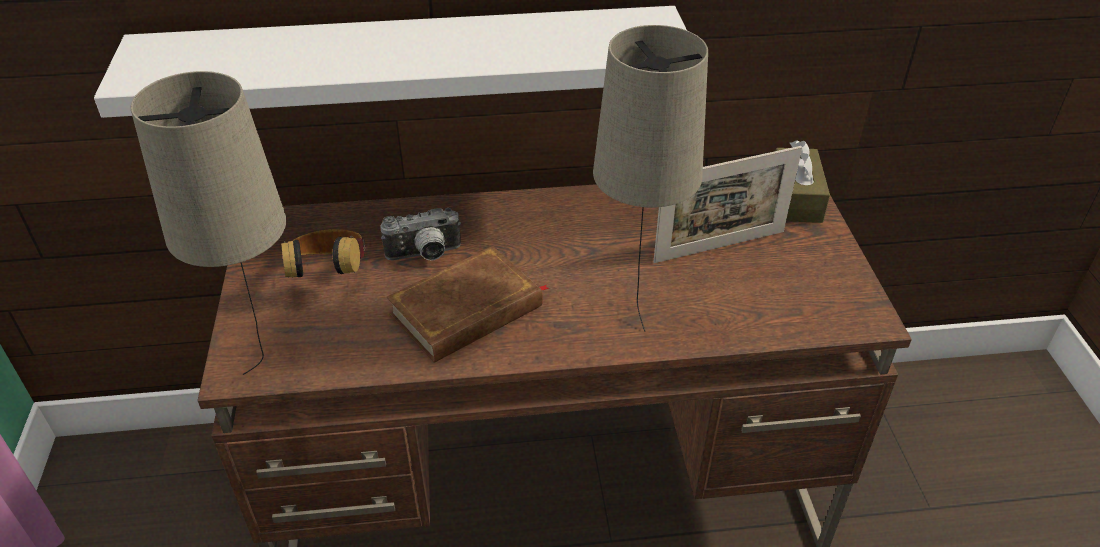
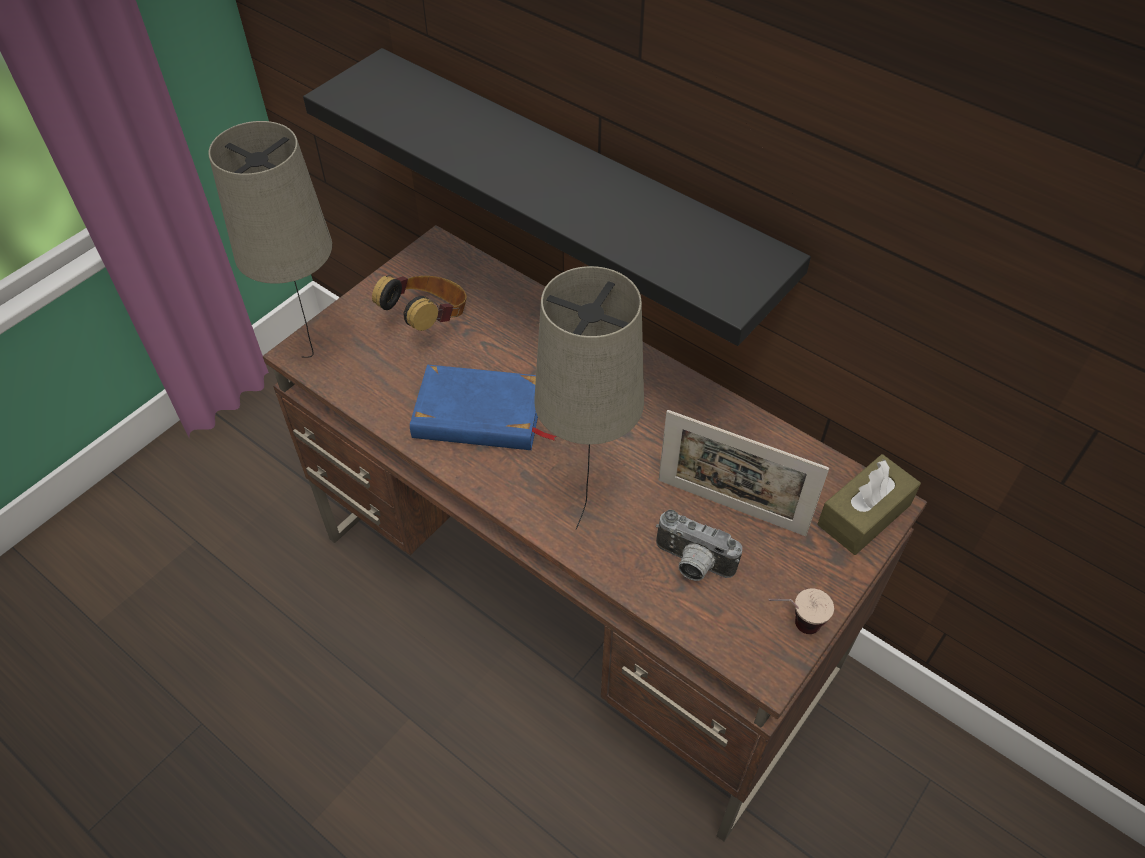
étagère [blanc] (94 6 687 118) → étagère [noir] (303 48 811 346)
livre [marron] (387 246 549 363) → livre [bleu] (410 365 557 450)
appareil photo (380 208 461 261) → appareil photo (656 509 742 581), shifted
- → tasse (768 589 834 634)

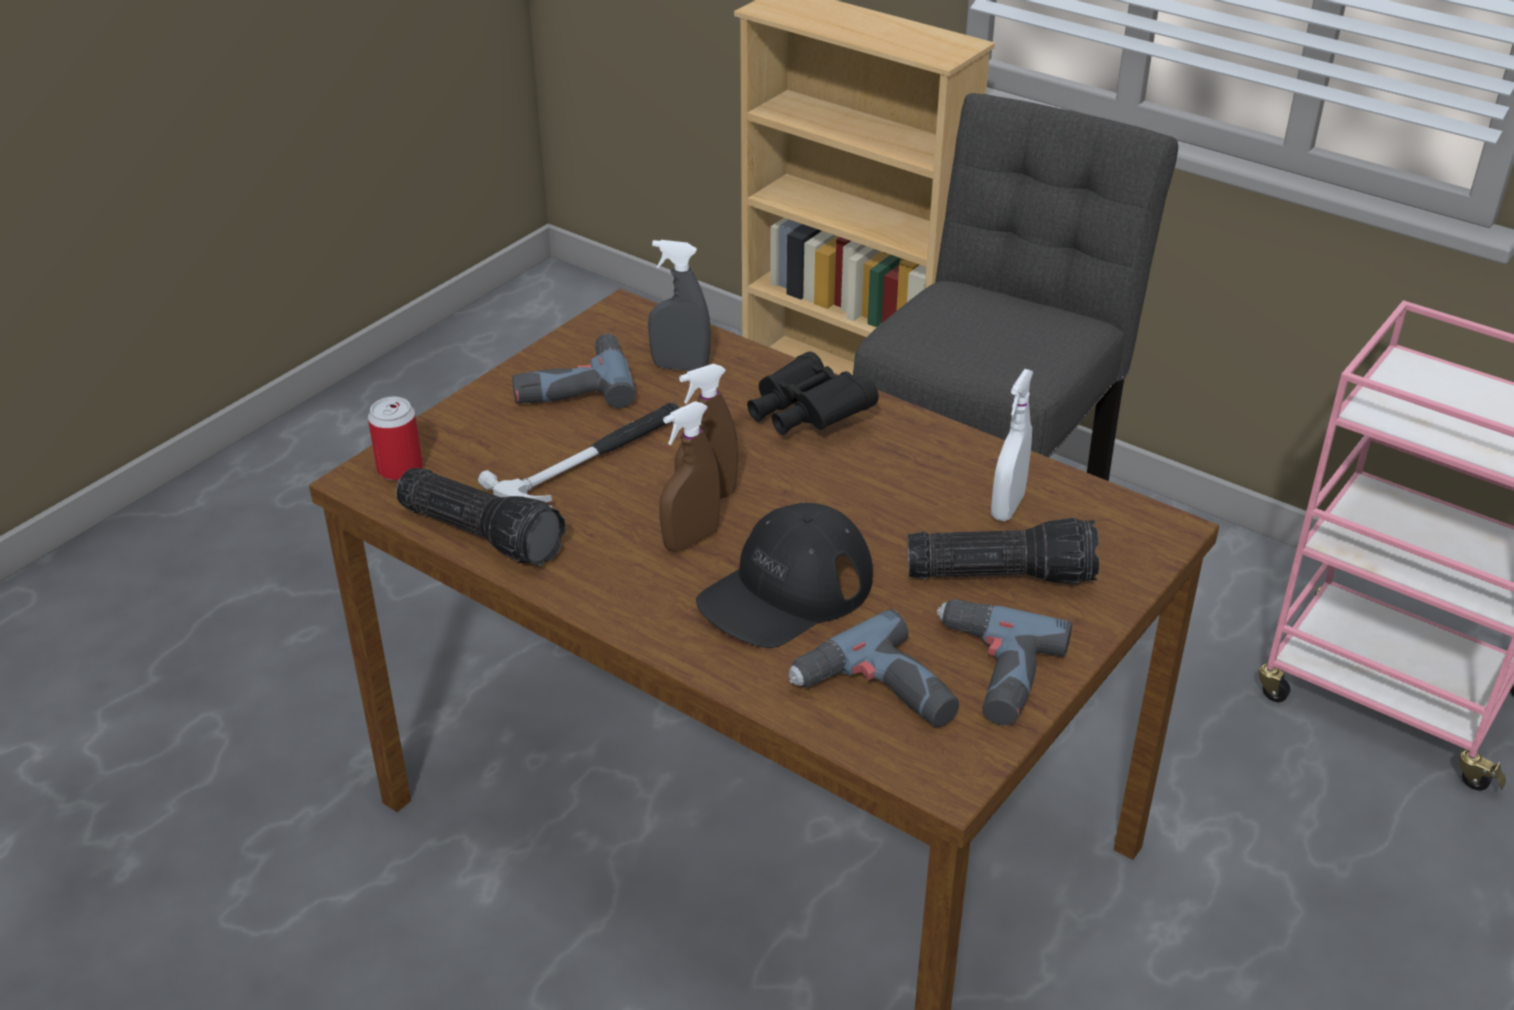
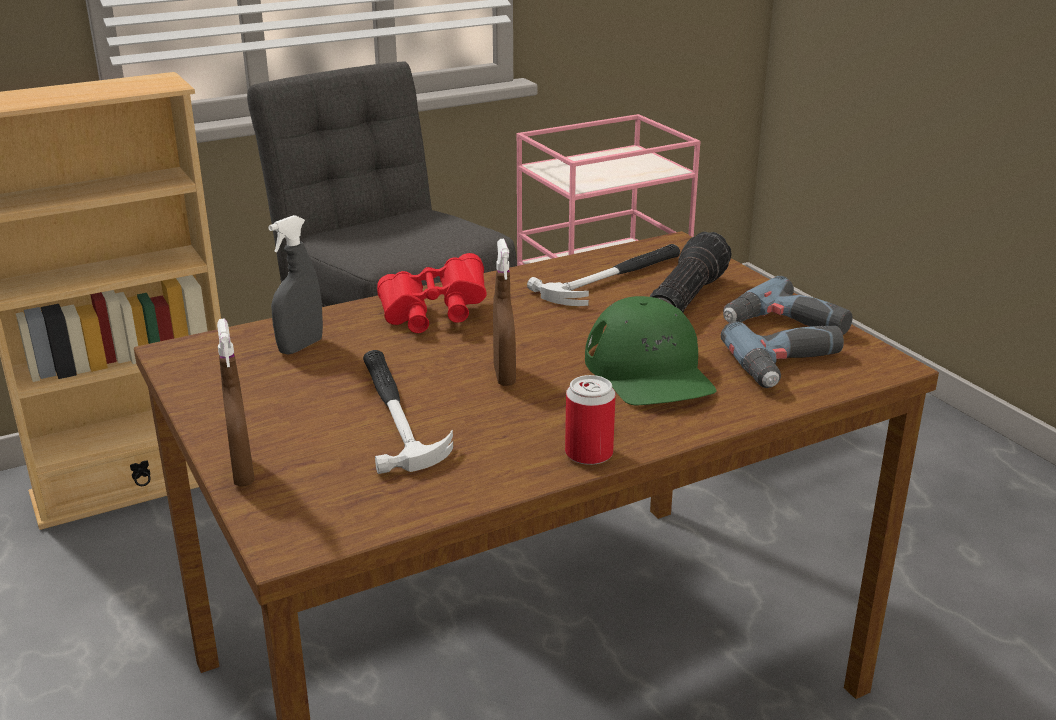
vaporisateur [marron] (660 401 720 552) → vaporisateur [marron] (217 318 255 487), shifted
jumelles [noir] (747 351 879 435) → jumelles [rouge] (377 253 487 333)
vaporisateur [blanc] (991 369 1033 521) → marteau (527 244 680 306)
boîte métallique (368 397 423 481) → boîte métallique (565 375 616 465), shifted
casquette [noir] (696 502 873 648) → casquette [vert] (585 296 717 405)
lampe de poche (396 468 566 566) → -
perceuse (512 334 636 408) → -

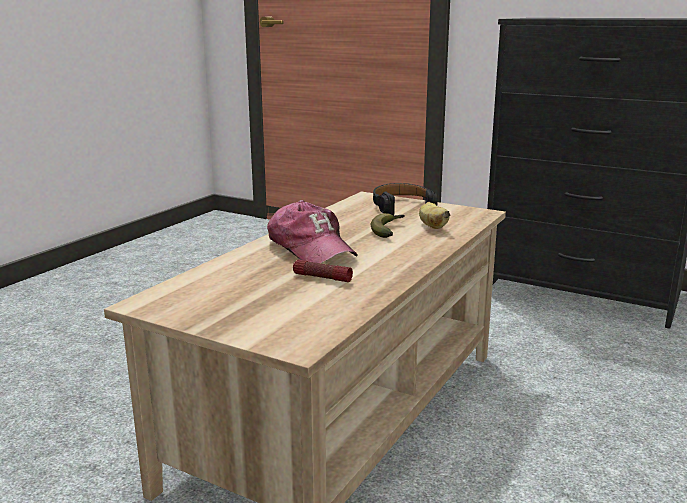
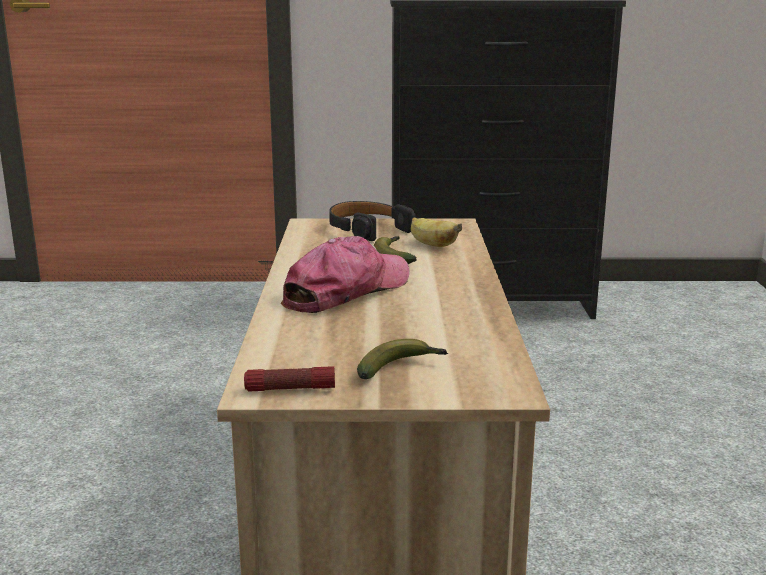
lampe de poche (293 259 353 282) → lampe de poche (244 366 335 392), shifted
casquette (267 200 358 263) → casquette (281 236 410 313), 75 degrees counterclockwise
- → banane (357 339 448 379)

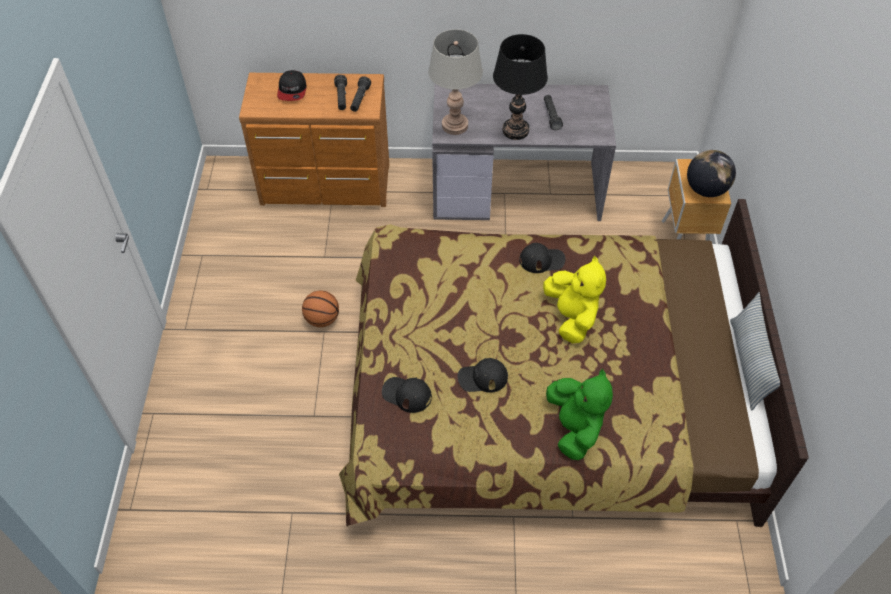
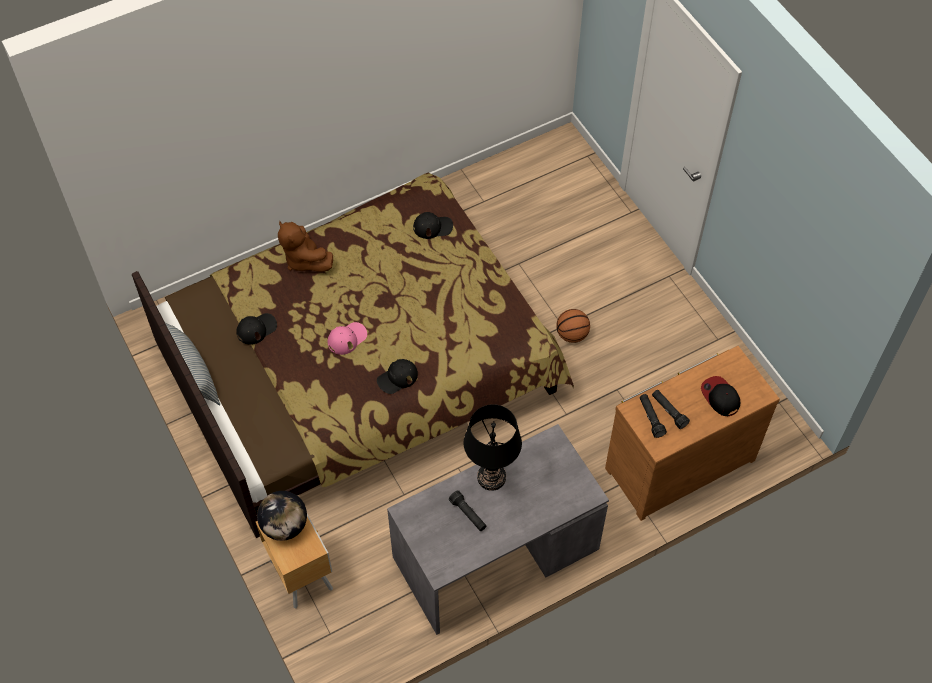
casquette [noir] (458 358 508 393) → casquette [noir] (236 313 277 345), shifted
peluche [vert] (546 369 613 460) → peluche [marron] (278 221 333 272)
peluche [jaune] (543 256 606 343) → casquette [rose] (328 322 367 355)
lampe de table [gris] (428 29 483 135) → -

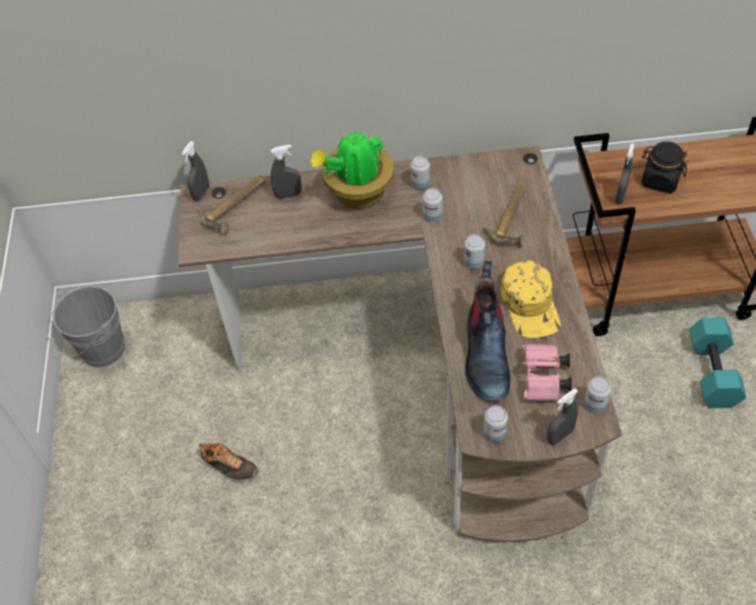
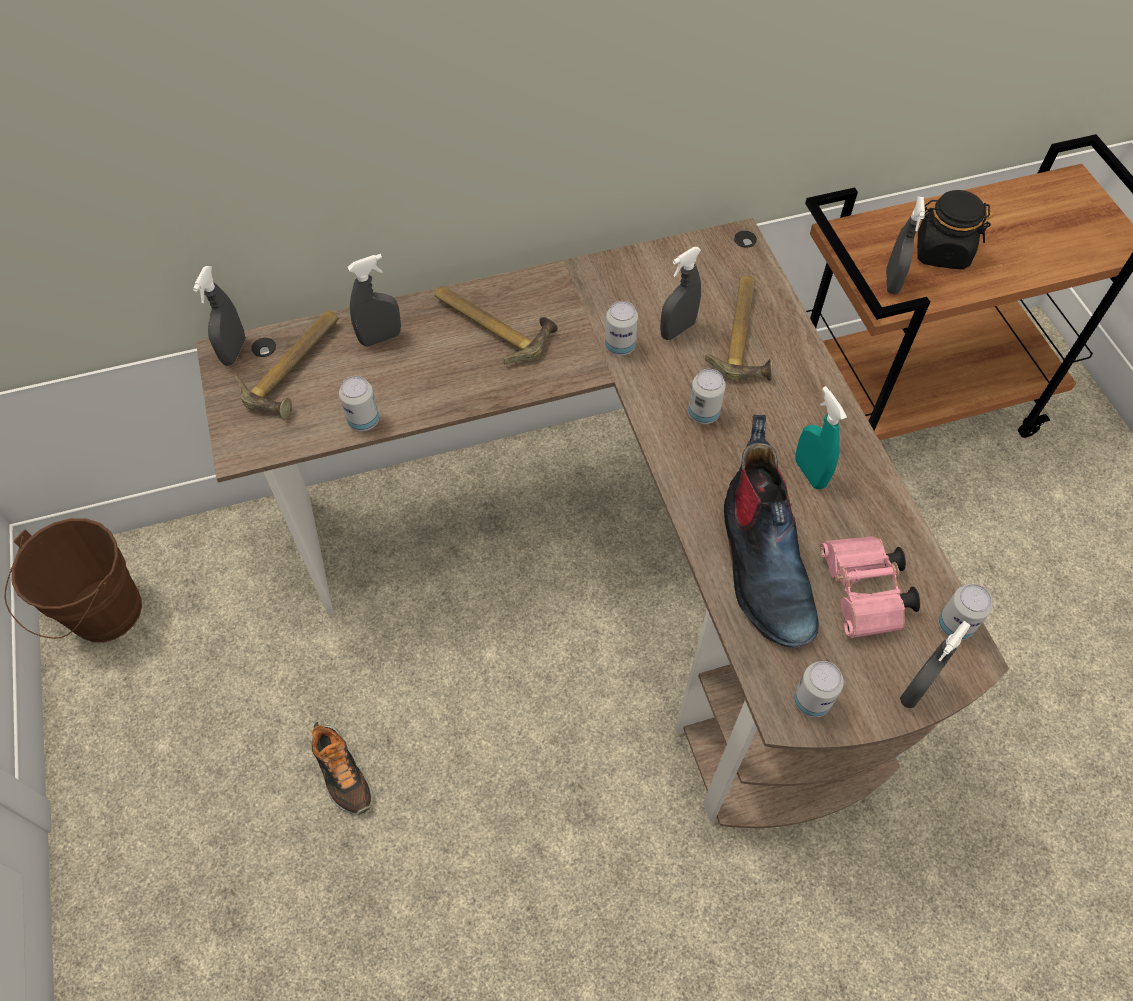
seau [gris] (46 285 125 368) → seau [marron] (5 518 142 642)
chaussure (199 443 258 482) → chaussure (312 722 373 814), 45 degrees clockwise
boîte métallique (411 156 430 189) → boîte métallique (339 376 379 431), shifted
plante en pot (310 129 394 209) → marteau (434 286 558 364)
- → vaporisateur [gris] (660 247 701 340)
casquette [jaune] (501 260 561 338) → vaporisateur [turquoise] (795 386 847 489)
haltère [turquoise] (689 317 747 408) → -

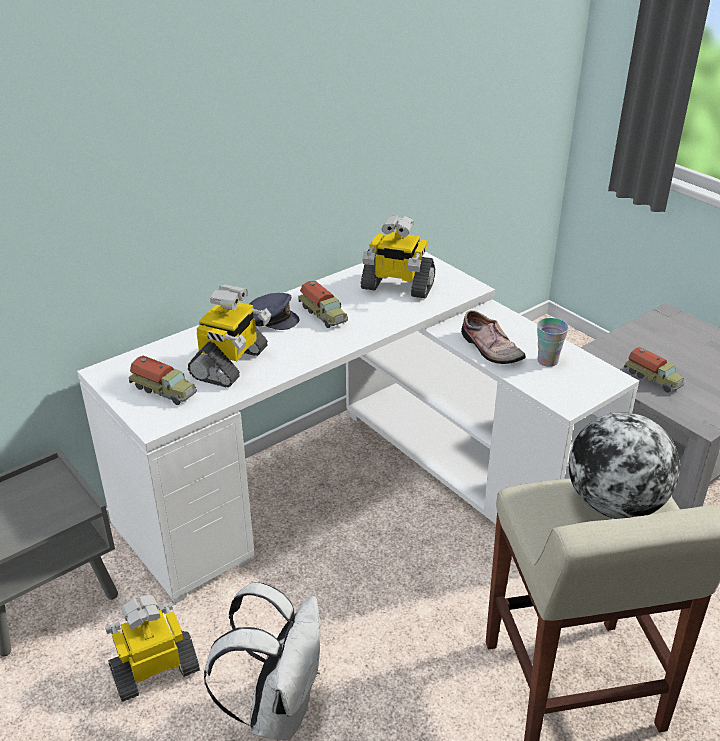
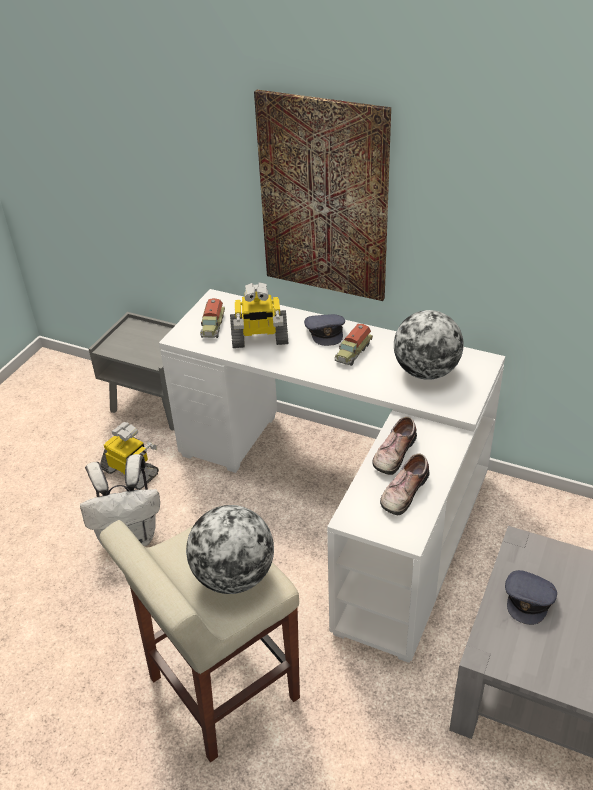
- → tableau (254 90 391 301)
tasse (537 318 569 367) → chaussure (380 453 429 515)
robot jouet (361 215 435 299) → globe (394 310 464 380)
camion jouet (624 347 685 393) → casquette [gris] (505 570 557 625)

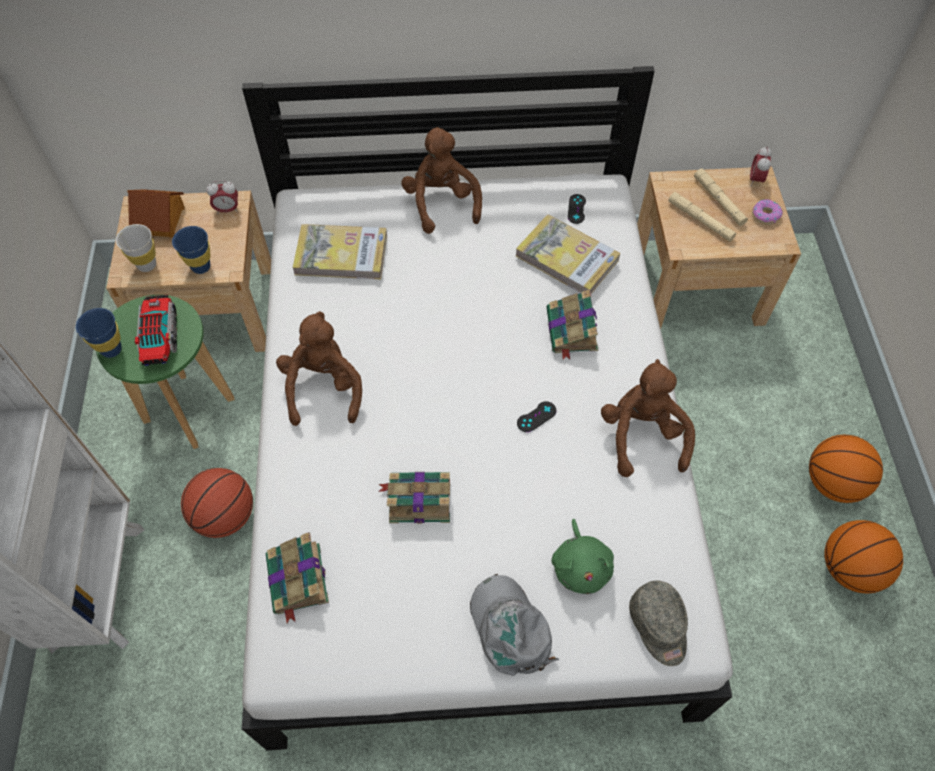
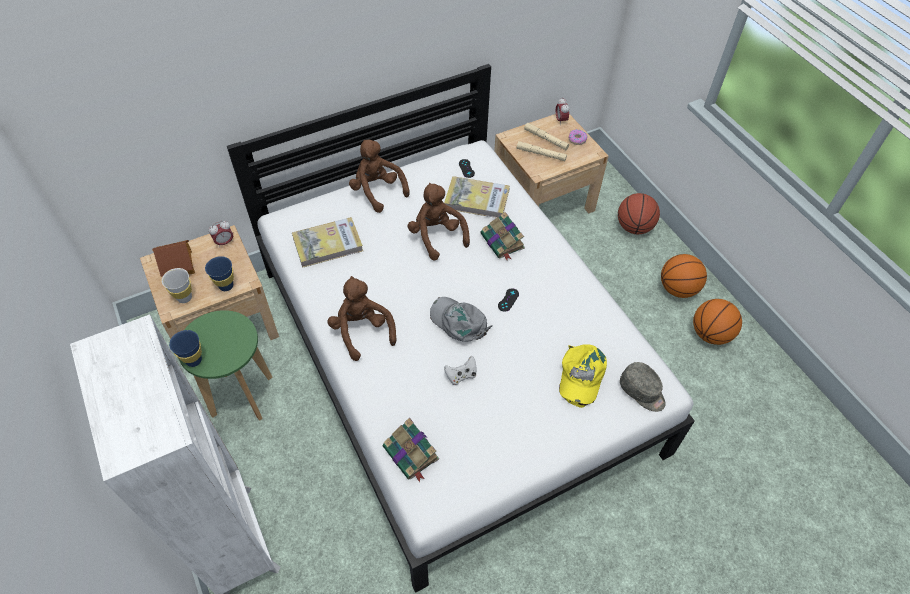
peluche [marron] (601 359 695 477) → peluche [marron] (407 183 470 261), shifted
casquette [gris] (470 574 559 676) → casquette [gris] (430 297 493 342), shifted
livre (378 472 450 524) → manette [blanc] (444 356 476 385)
peluche [vert] (552 519 614 594) → casquette [jaune] (559 344 607 408)
ballon de basket (181 468 253 538) → ballon de basket (618 193 660 234), shifted
camion jouet (135 295 177 366) → -

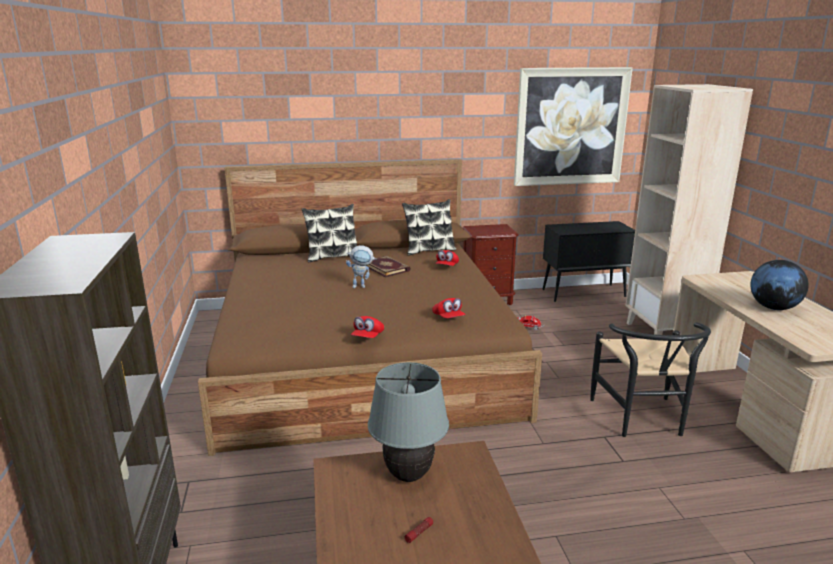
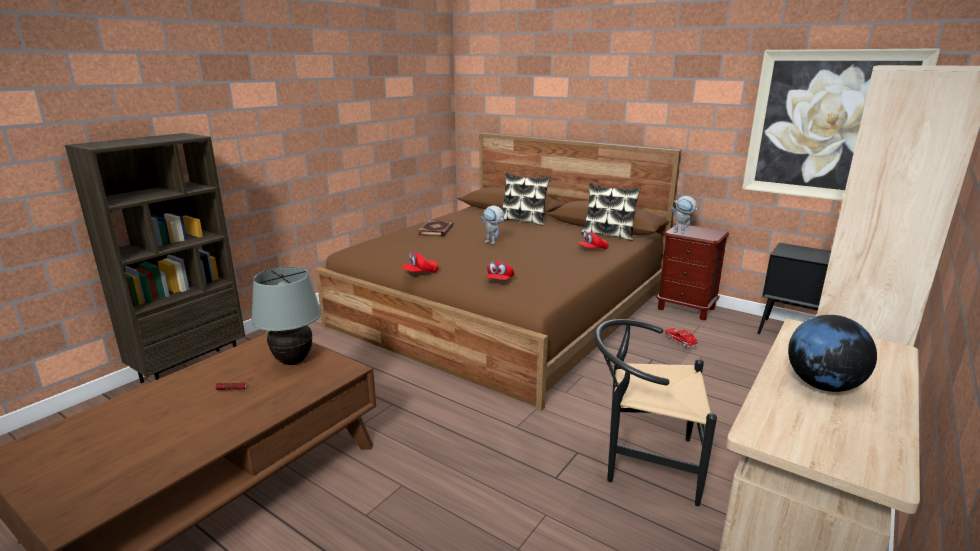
livre (366 256 411 277) → livre (418 220 454 236), shifted
chaise [noir] (590 322 711 437) → chaise [noir] (594 319 717 506), 60 degrees clockwise
- → robot jouet (671 196 699 234)

